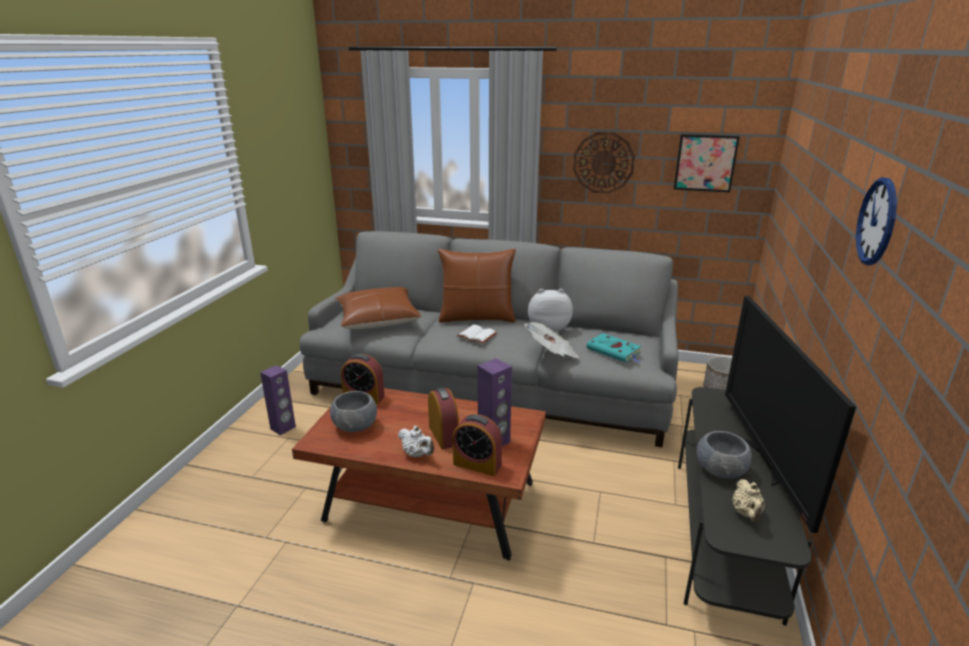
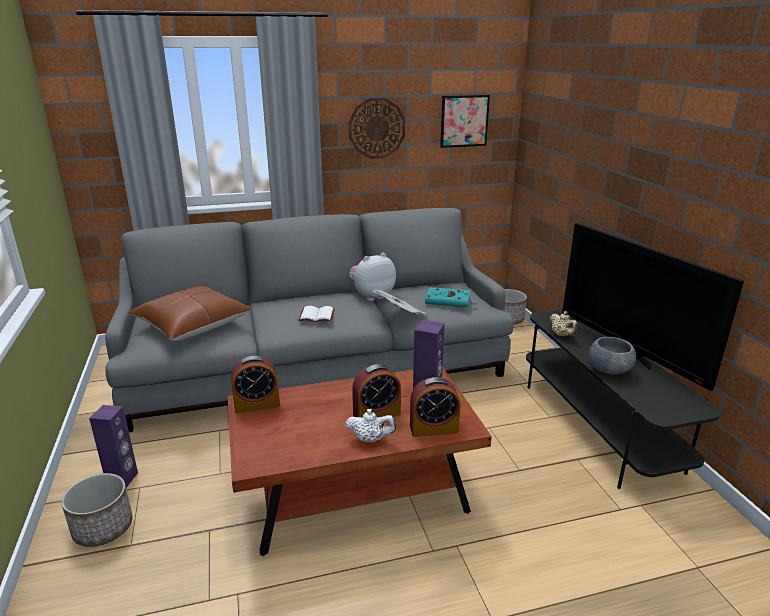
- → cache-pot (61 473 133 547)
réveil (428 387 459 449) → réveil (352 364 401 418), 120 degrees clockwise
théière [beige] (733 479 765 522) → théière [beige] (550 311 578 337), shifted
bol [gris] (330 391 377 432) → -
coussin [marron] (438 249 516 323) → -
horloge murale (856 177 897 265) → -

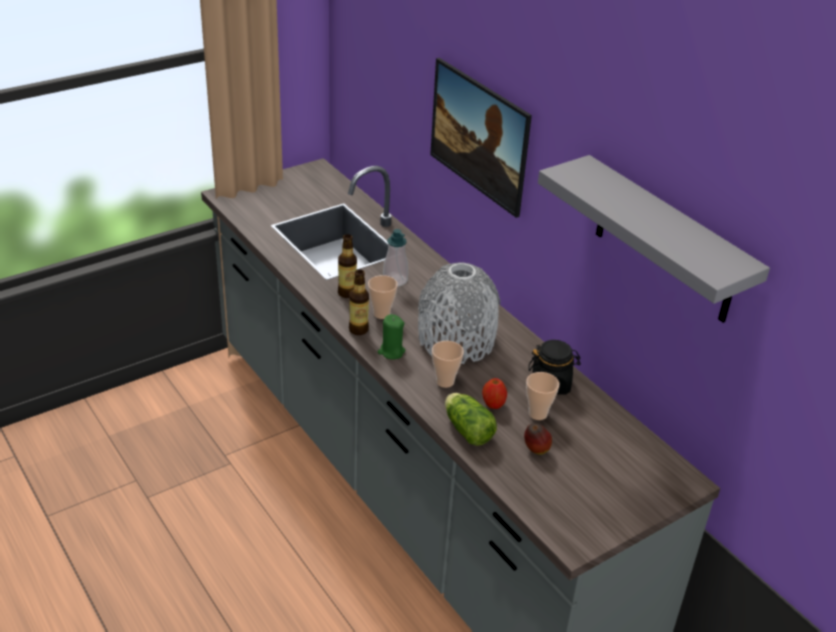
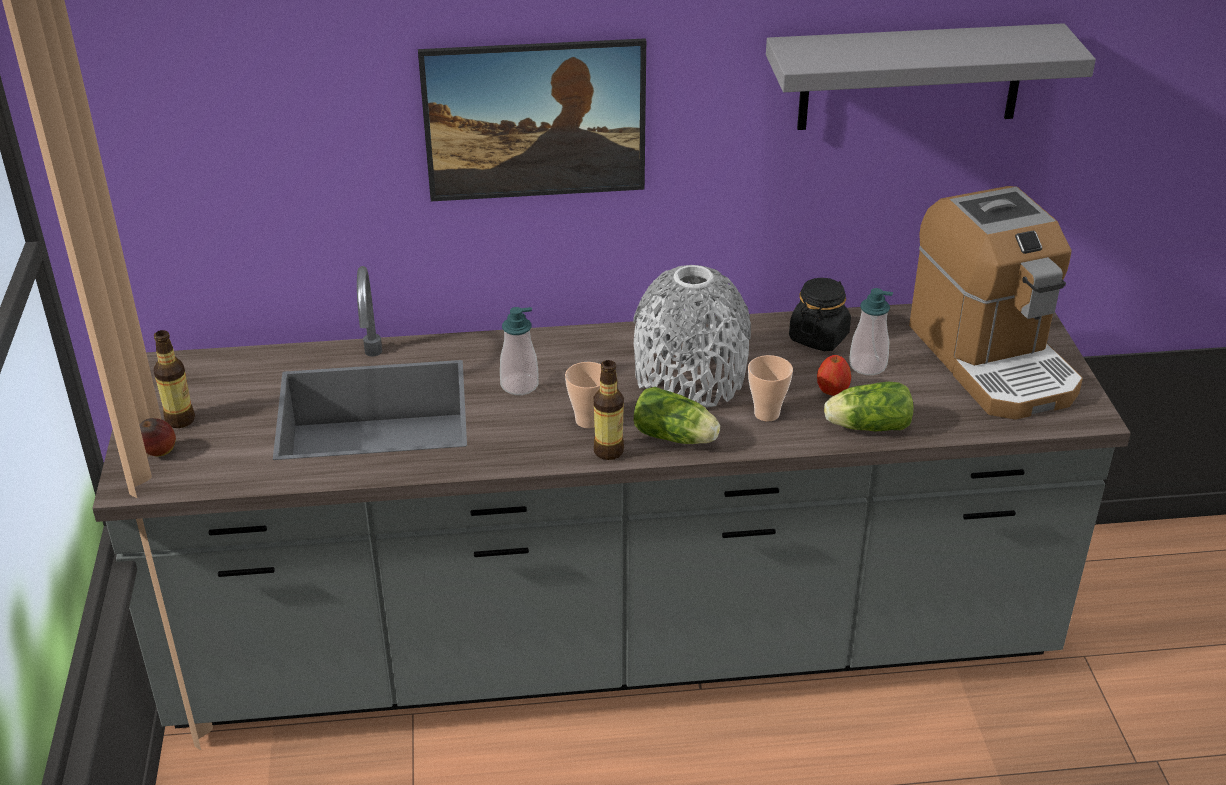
pomme (524 423 552 455) → pomme (139 418 176 456), shifted
bouteille (338 234 357 298) → bouteille (154 330 195 428), shifted
bougie [vert] (378 314 405 359) → laitue (634 387 720 444)
tasse (526 372 559 420) → distributeur de savon (849 288 893 375)
- → machine à café (909 186 1083 420)

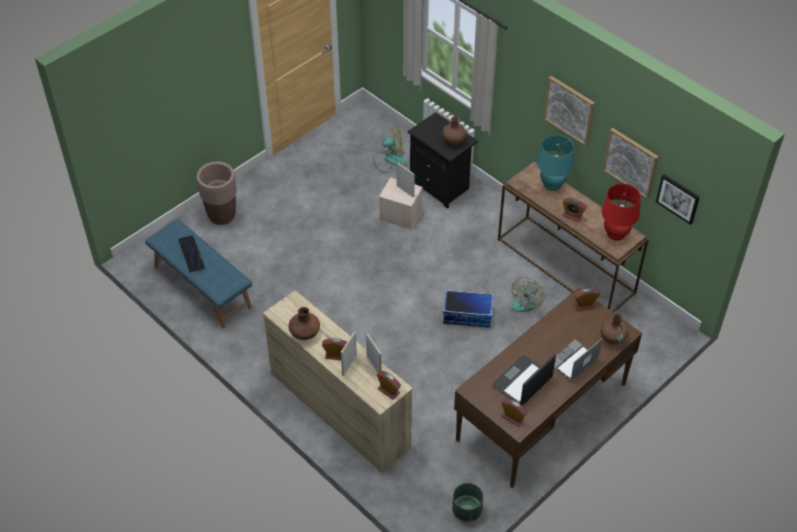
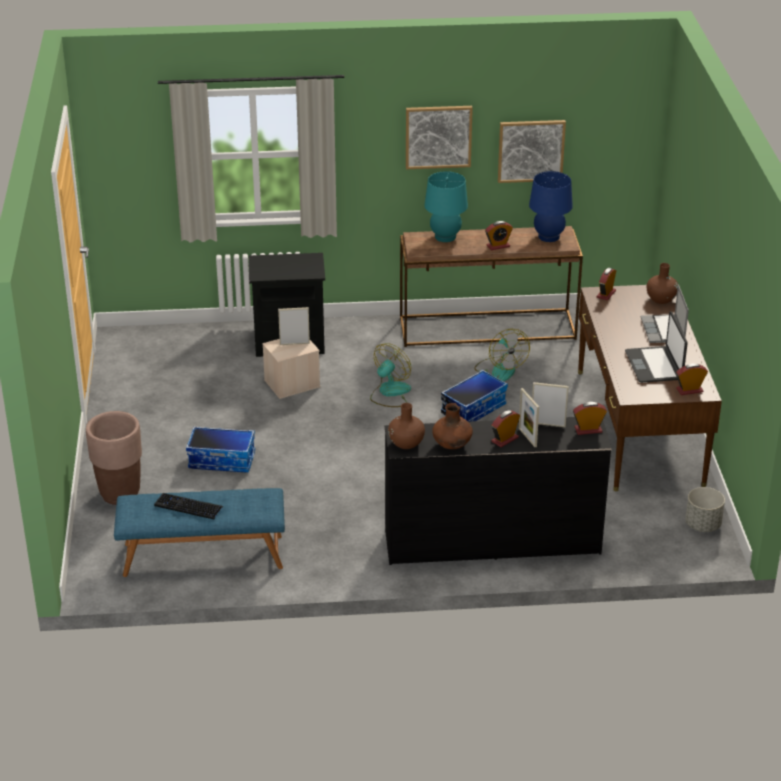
- → boîte de rangement (186 426 255 472)
ventilateur (373 125 406 173) → ventilateur (370 343 411 407), shifted
commode [beige] (263 290 413 473) → commode [noir] (385 417 612 565)
vase [marron] (442 116 467 146) → vase [marron] (388 403 425 449), shifted
lampe de table [rouge] (601 183 641 241) → lampe de table [bleu] (529 171 573 242)
cache-pot [vert] (452 483 483 522) → cache-pot [gris] (685 487 725 532)
tableau (656 175 700 225) → -

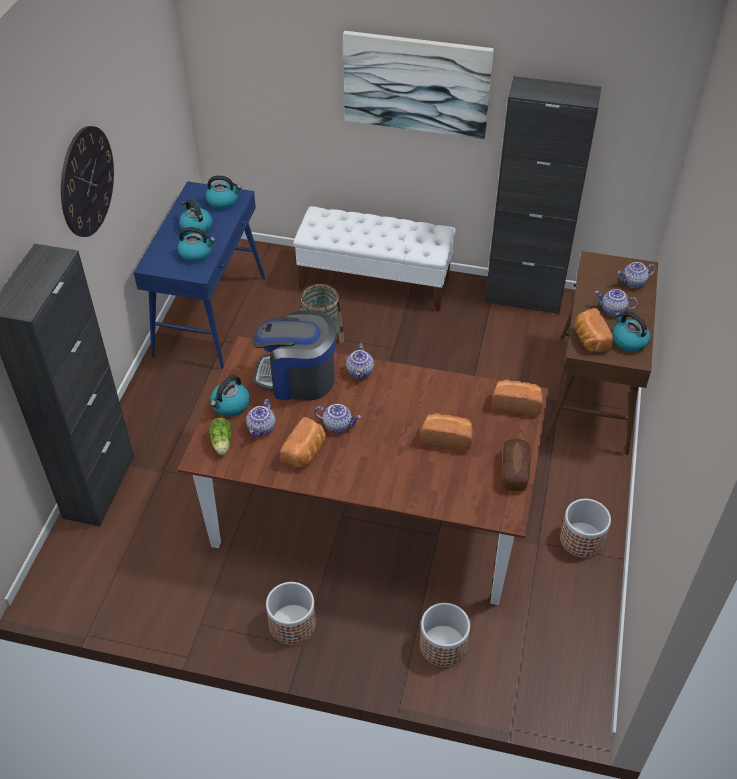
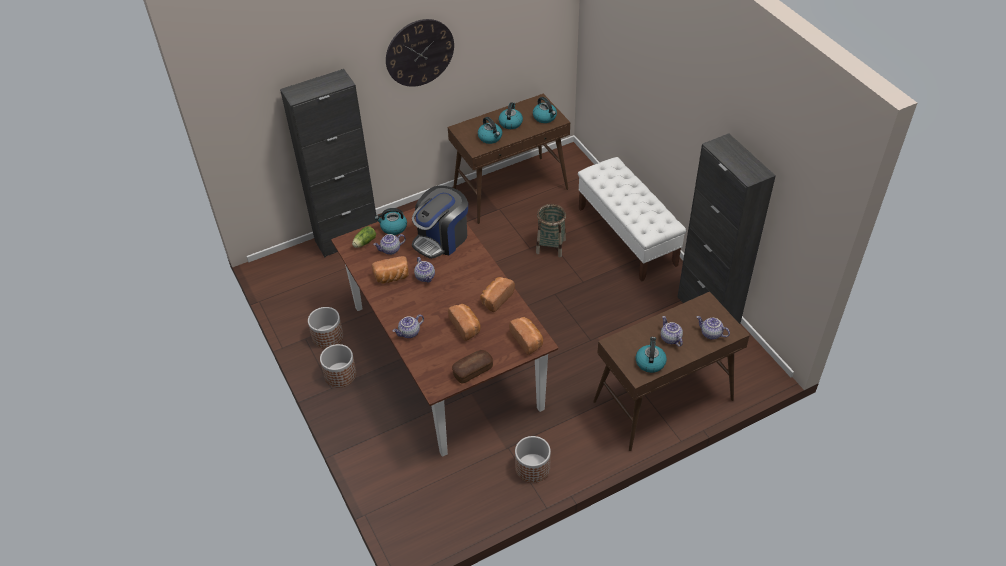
cache-pot (420 603 470 667) → cache-pot (308 307 343 349), shifted
théière (346 343 374 380) → théière (393 315 424 338), shifted
machine à café (252 310 336 400) → machine à café (412 185 468 259), 105 degrees counterclockwise
table console [bleu] (134 181 265 370) → table console [marron] (448 94 570 224)
pain (574 308 613 352) → pain (480 277 515 312), shifted
tableau (343 31 494 139) → -

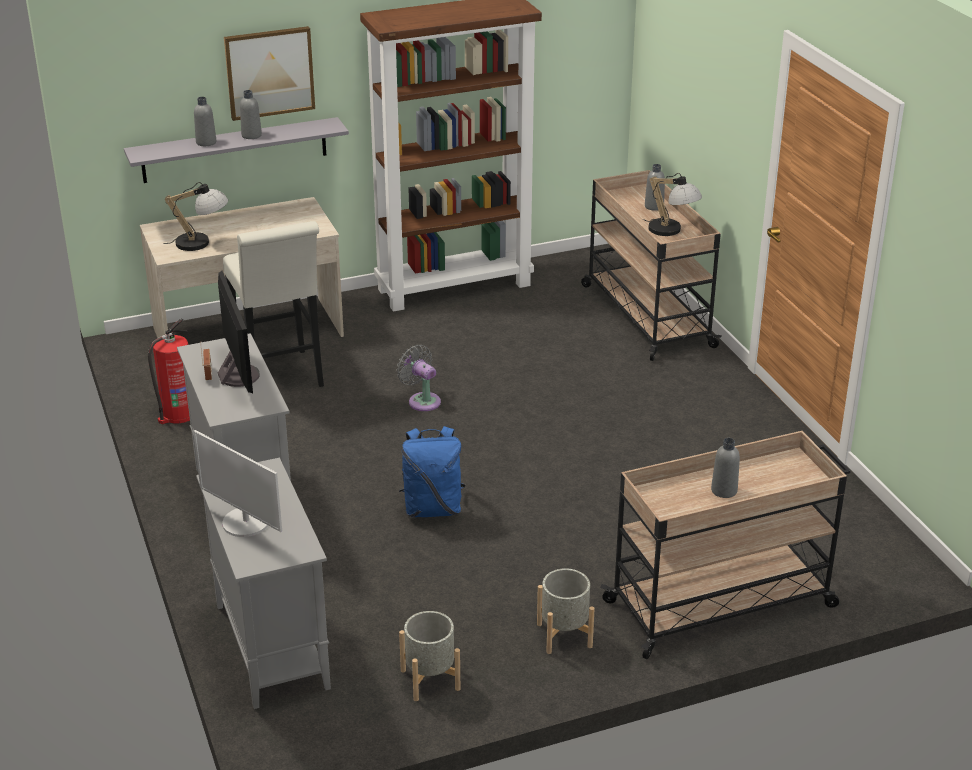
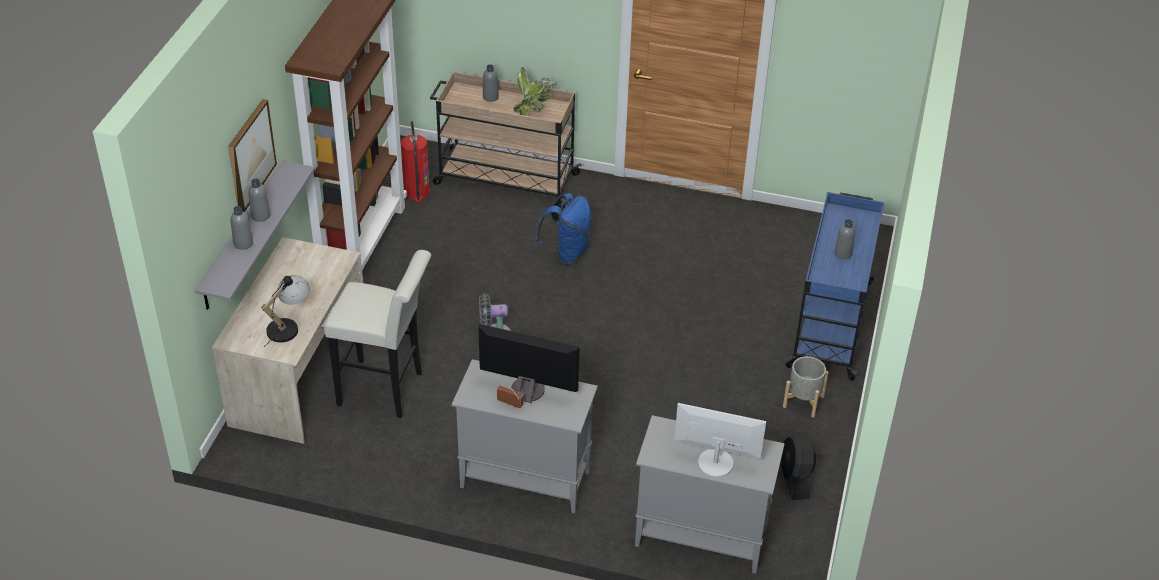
extincteur (148 318 190 424) → extincteur (401 121 430 203), shifted
lampe de table (643 173 702 236) → plante en pot (514 67 556 116)
sac à dos [bleu] (399 426 466 517) → sac à dos [bleu] (535 193 592 265), shifted
écran d'ordinateur (193 430 282 537) → écran d'ordinateur (674 403 766 477), 150 degrees counterclockwise
cache-pot [gris] (399 611 460 701) → ventilateur [noir] (780 434 816 500)
chariot [beige] (600 431 851 659) → chariot [bleu] (785 192 884 381)

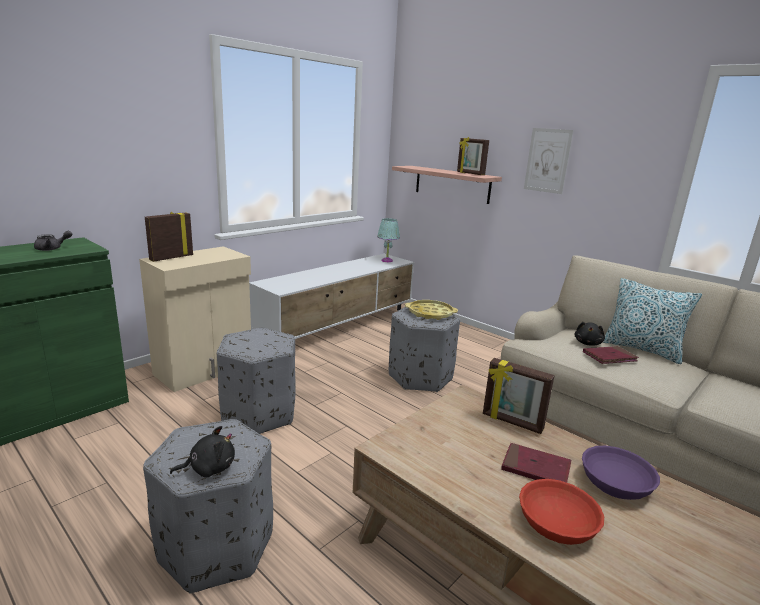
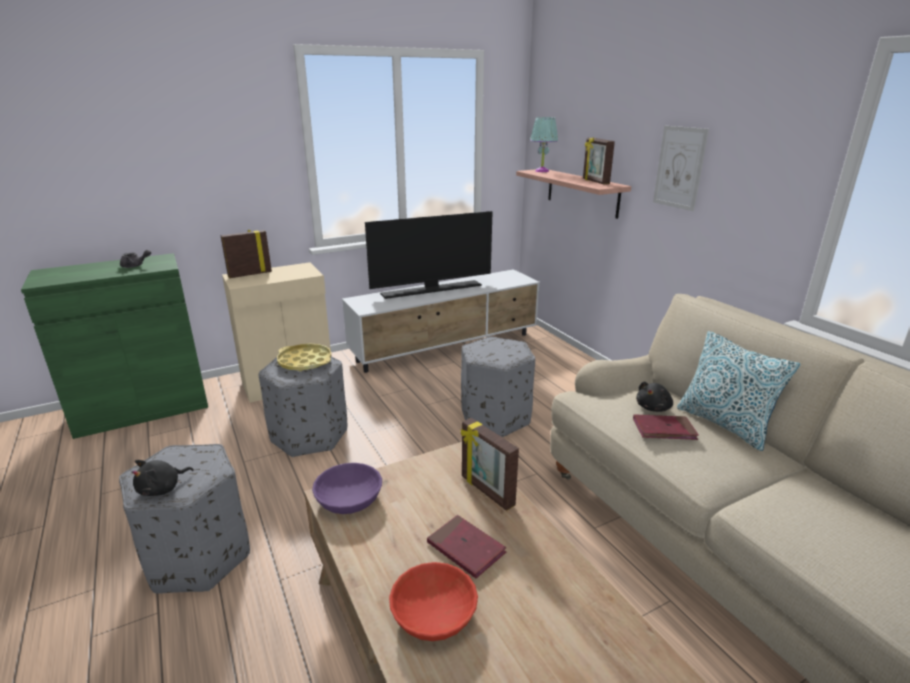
peluche [noir] (170 426 235 477) → peluche [noir] (131 460 194 496), 135 degrees clockwise
plateau [jaune] (405 300 458 320) → plateau [jaune] (277 344 331 372), shifted
bol [violet] (582 446 660 500) → bol [violet] (312 463 382 514), shifted
- → téléviseur (365 211 493 299)
lampe de table [turquoise] (377 218 400 262) → lampe de table [turquoise] (530 117 558 172), shifted

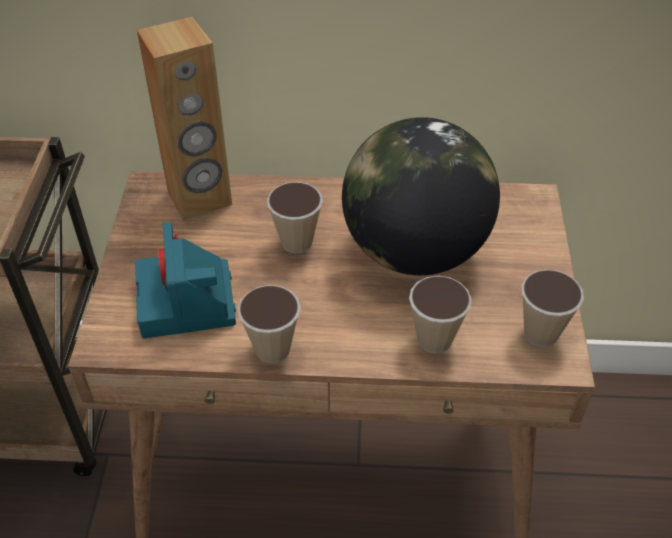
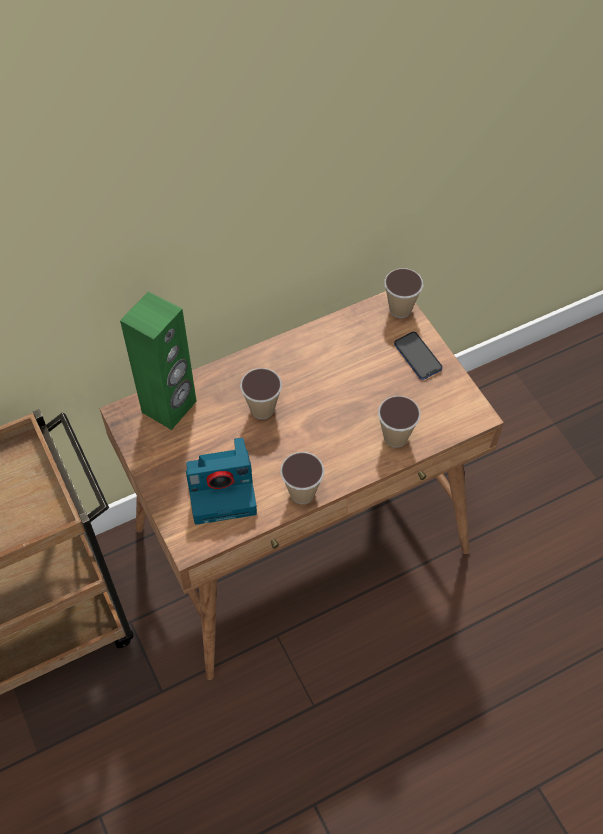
enceinte [marron] (137 16 232 221) → enceinte [vert] (120 292 197 430)
appareil photo (135 222 236 338) → appareil photo (186 437 257 525), 60 degrees counterclockwise
tasse (522 269 584 347) → tasse (384 268 423 318), shifted
- → téléphone (394 332 442 380)
globe (342 117 500 275) → -

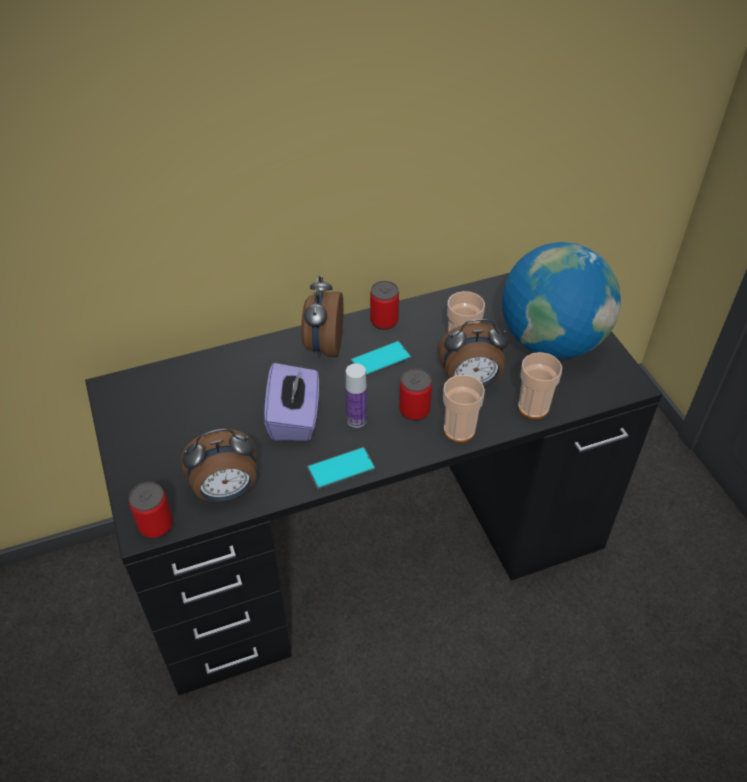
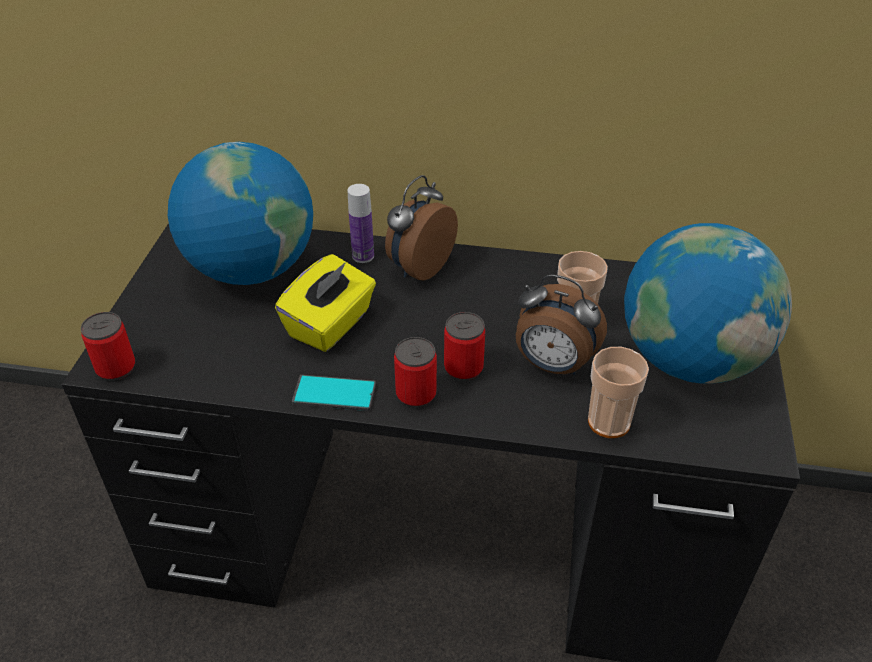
- → globe (168 142 313 285)
boîte à mouchoirs [violet] (264 363 319 441) → boîte à mouchoirs [jaune] (275 254 376 352)
bouteille (346 363 367 428) → bouteille (347 184 374 263), shifted
boîte métallique (370 281 399 330) → boîte métallique (394 337 437 408), shifted
réveil (181 429 257 502) → -
téléphone (350 341 412 377) → -
tasse (443 375 485 442) → -

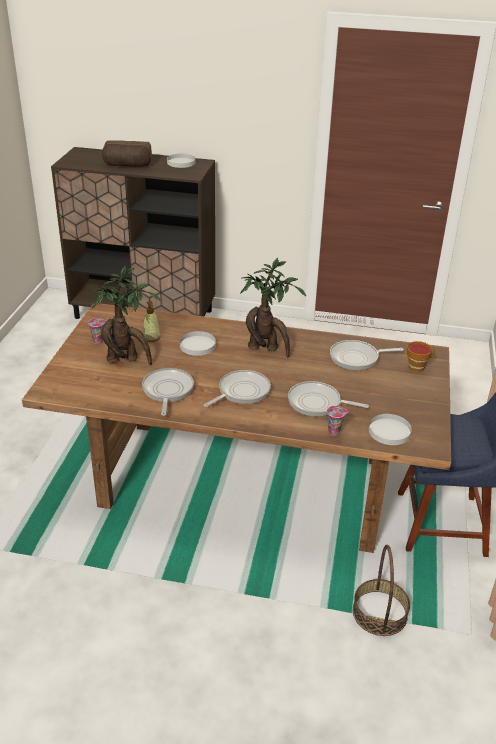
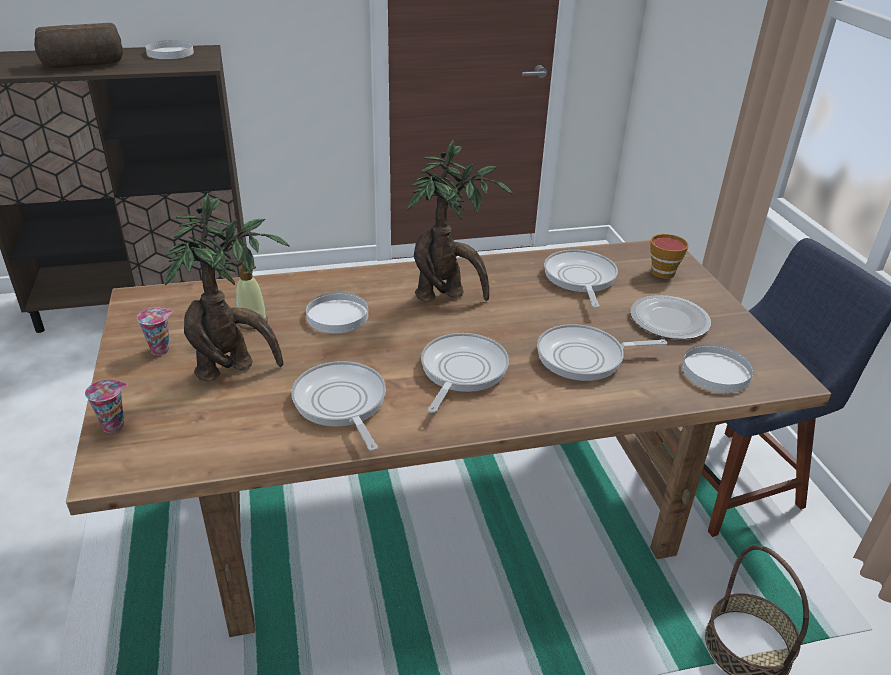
tasse (327 406 349 436) → tasse (85 379 128 433), shifted
poêle (330 340 404 370) → poêle (544 250 618 308), 120 degrees clockwise
- → assiette (630 295 711 339)

